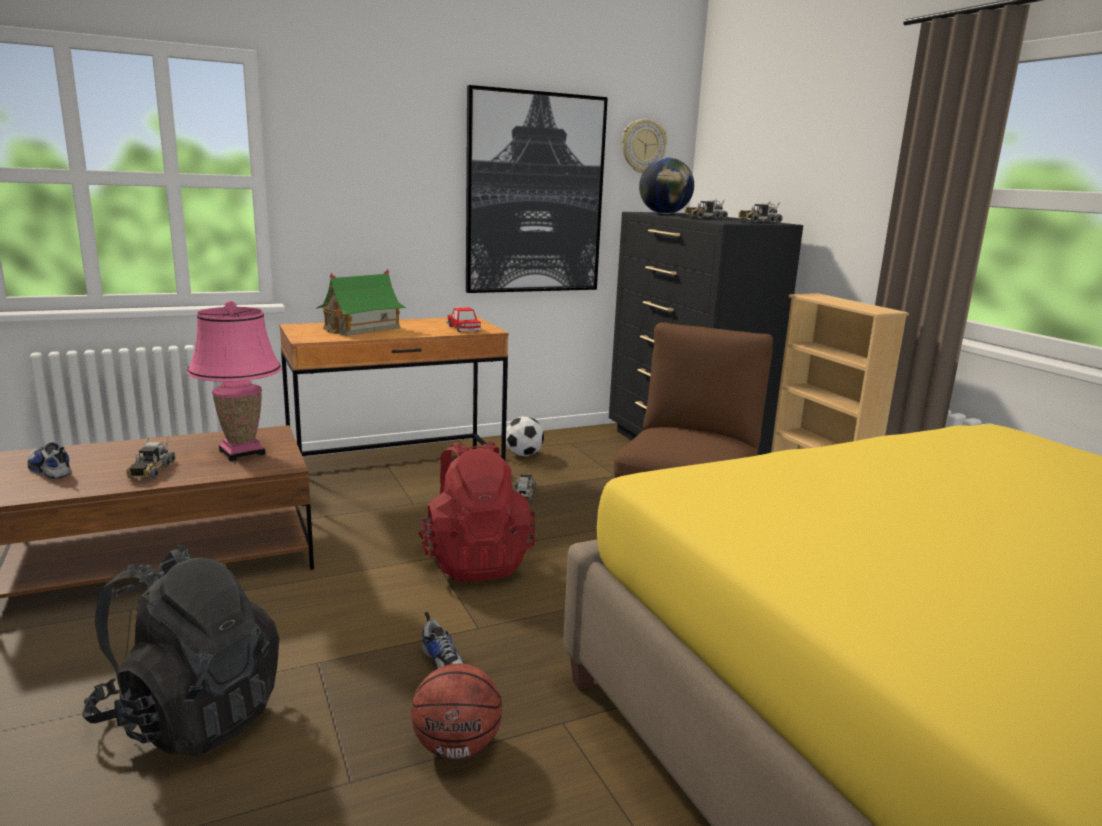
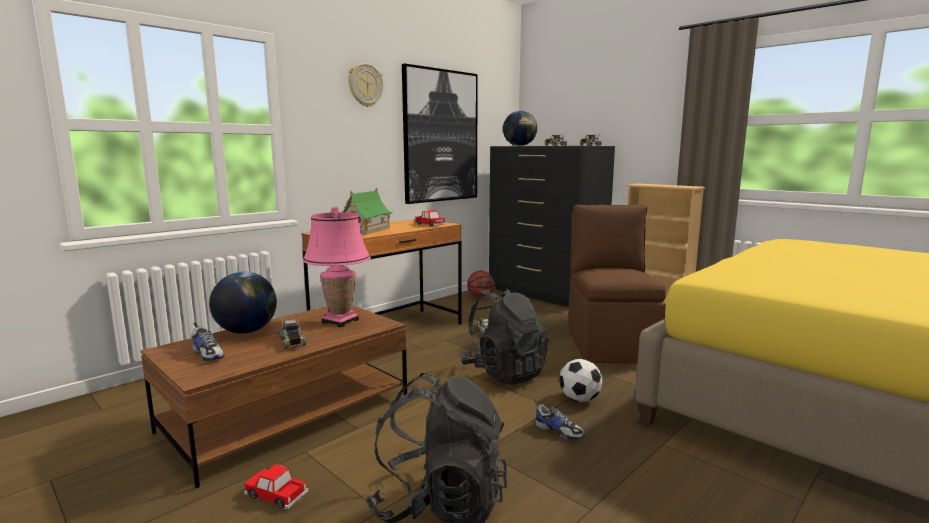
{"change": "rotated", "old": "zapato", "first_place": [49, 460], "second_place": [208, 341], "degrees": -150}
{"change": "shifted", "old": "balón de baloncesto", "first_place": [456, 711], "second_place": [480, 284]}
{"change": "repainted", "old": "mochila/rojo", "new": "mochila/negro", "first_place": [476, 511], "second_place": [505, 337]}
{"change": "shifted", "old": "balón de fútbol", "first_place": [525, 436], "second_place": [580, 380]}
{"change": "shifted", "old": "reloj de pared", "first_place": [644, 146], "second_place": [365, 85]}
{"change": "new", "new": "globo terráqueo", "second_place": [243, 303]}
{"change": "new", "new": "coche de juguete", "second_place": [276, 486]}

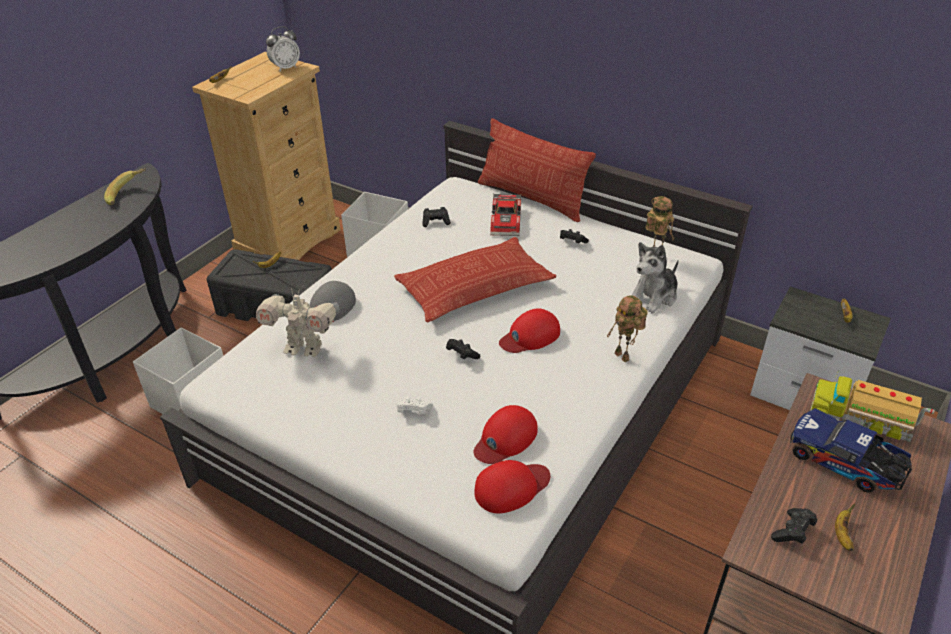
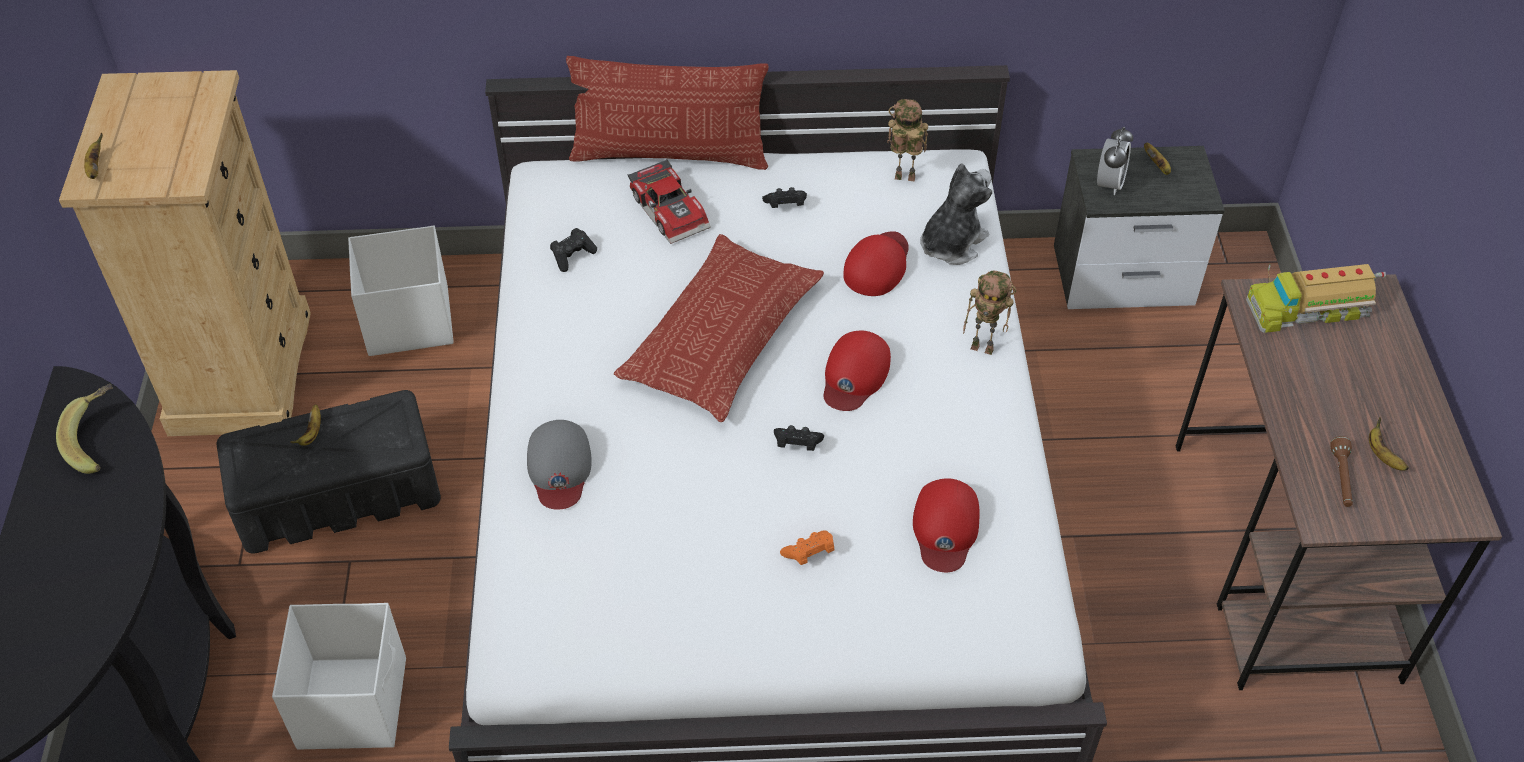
{"change": "gone", "old": "robot de juguete", "first_place": [298, 323]}
{"change": "shifted", "old": "despertador", "first_place": [283, 49], "second_place": [1115, 161]}
{"change": "repainted", "old": "mando de consola/blanco", "new": "mando de consola/naranja", "first_place": [414, 405], "second_place": [807, 548]}
{"change": "shifted", "old": "gorra/rojo", "first_place": [512, 486], "second_place": [876, 263]}
{"change": "rotated", "old": "peluche", "first_place": [655, 277], "second_place": [956, 214], "degrees": -150}
{"change": "swapped", "old": "mando de consola/negro", "new": "linterna/marrón", "first_place": [794, 526], "second_place": [1341, 471]}
{"change": "gone", "old": "camión de juguete", "first_place": [851, 450]}

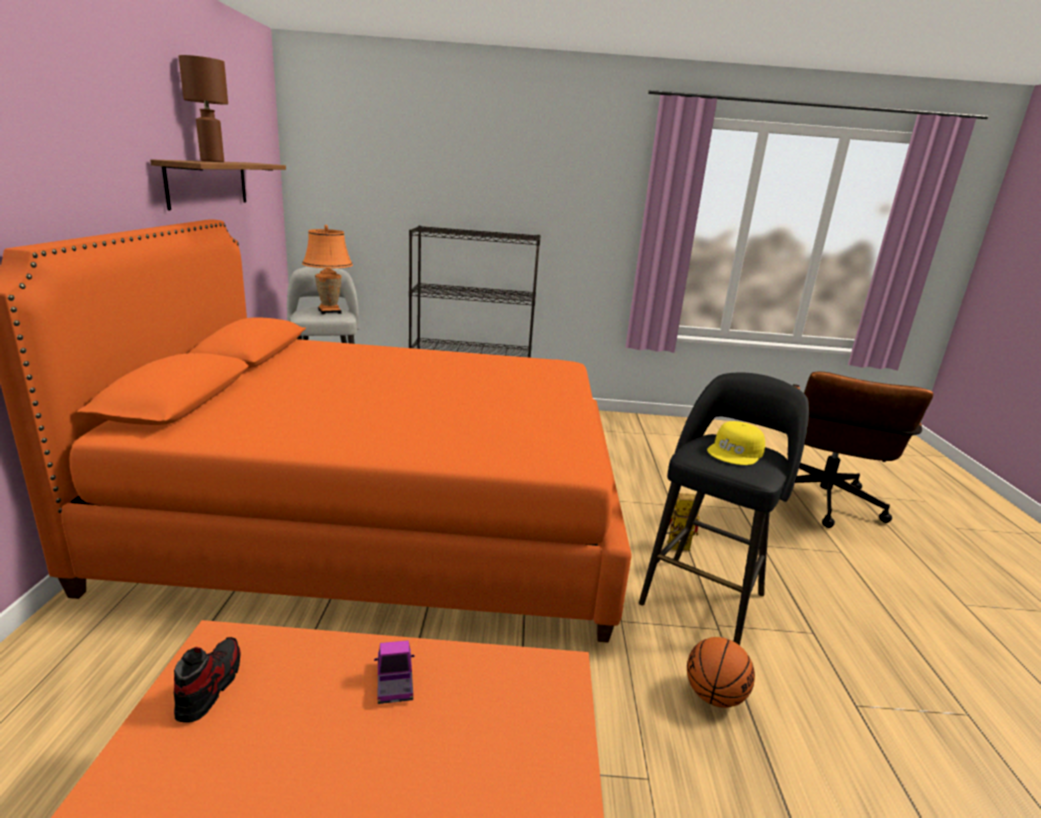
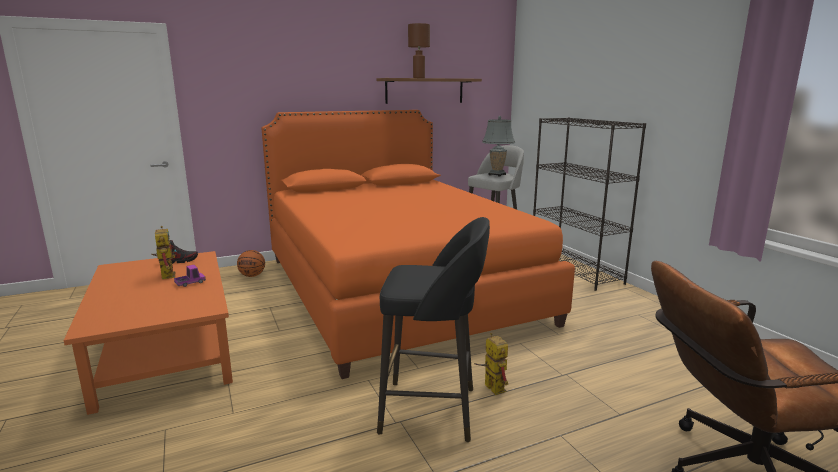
{"change": "repainted", "old": "lámpara de mesa/naranja", "new": "lámpara de mesa/gris", "first_place": [327, 269], "second_place": [498, 146]}
{"change": "shifted", "old": "balón de baloncesto", "first_place": [721, 672], "second_place": [251, 263]}
{"change": "gone", "old": "gorra/amarillo", "first_place": [736, 443]}
{"change": "new", "new": "robot de juguete", "second_place": [163, 252]}

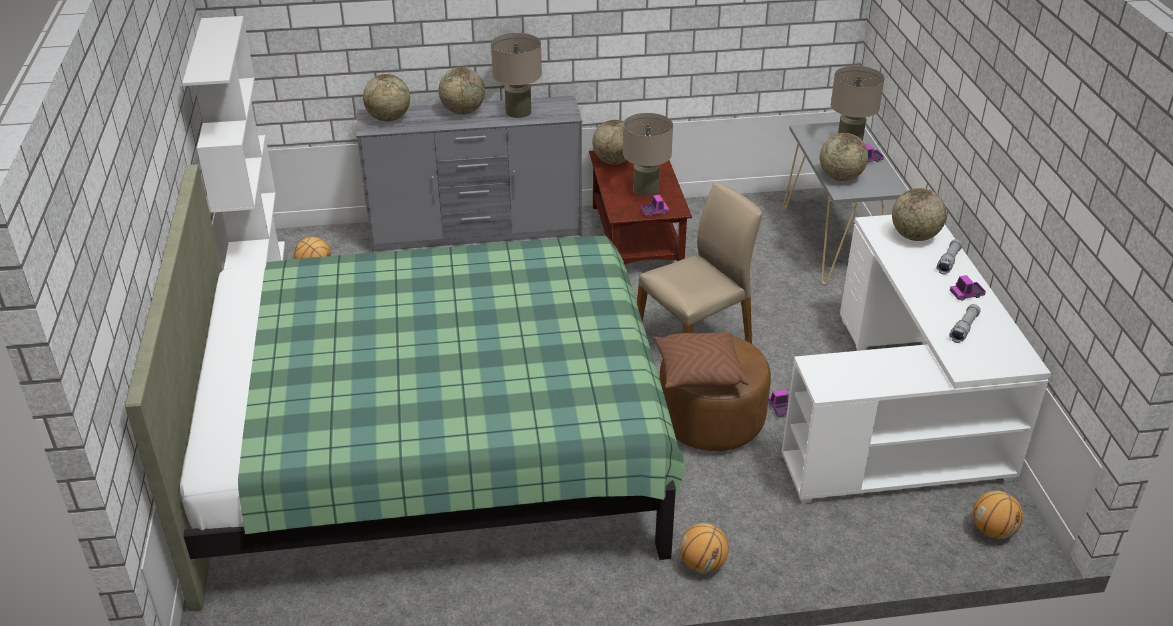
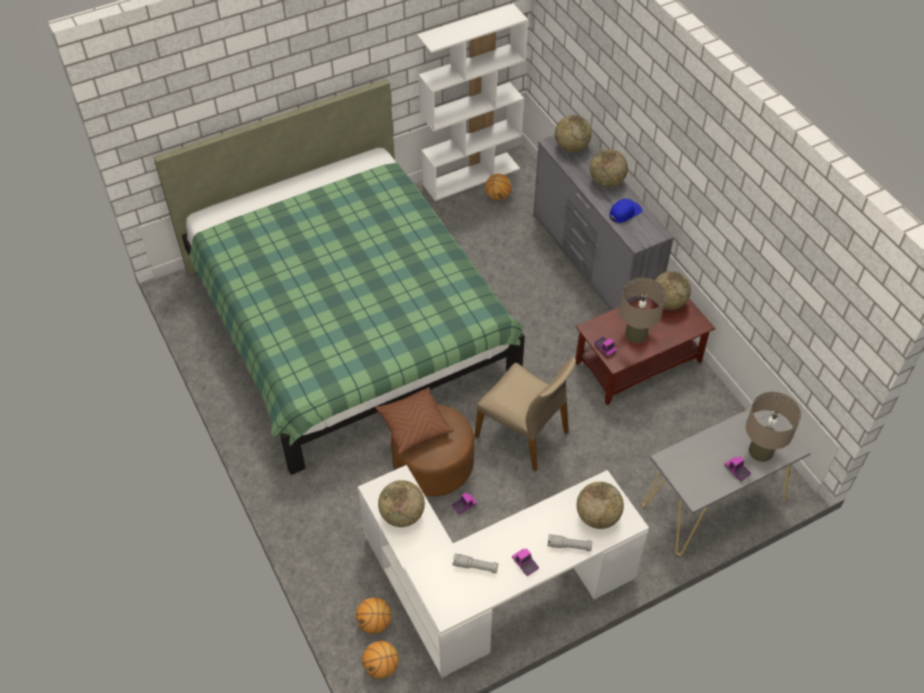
{"change": "swapped", "old": "lámpara de mesa/beis", "new": "gorra/azul", "first_place": [516, 75], "second_place": [626, 211]}
{"change": "shifted", "old": "balón de baloncesto", "first_place": [704, 548], "second_place": [373, 615]}
{"change": "shifted", "old": "globo terráqueo", "first_place": [844, 157], "second_place": [401, 503]}

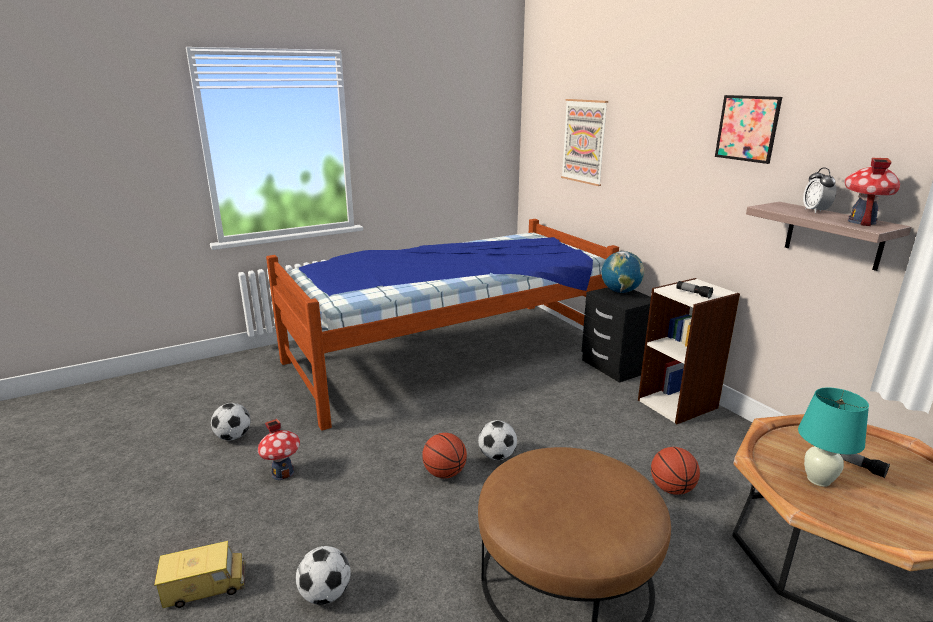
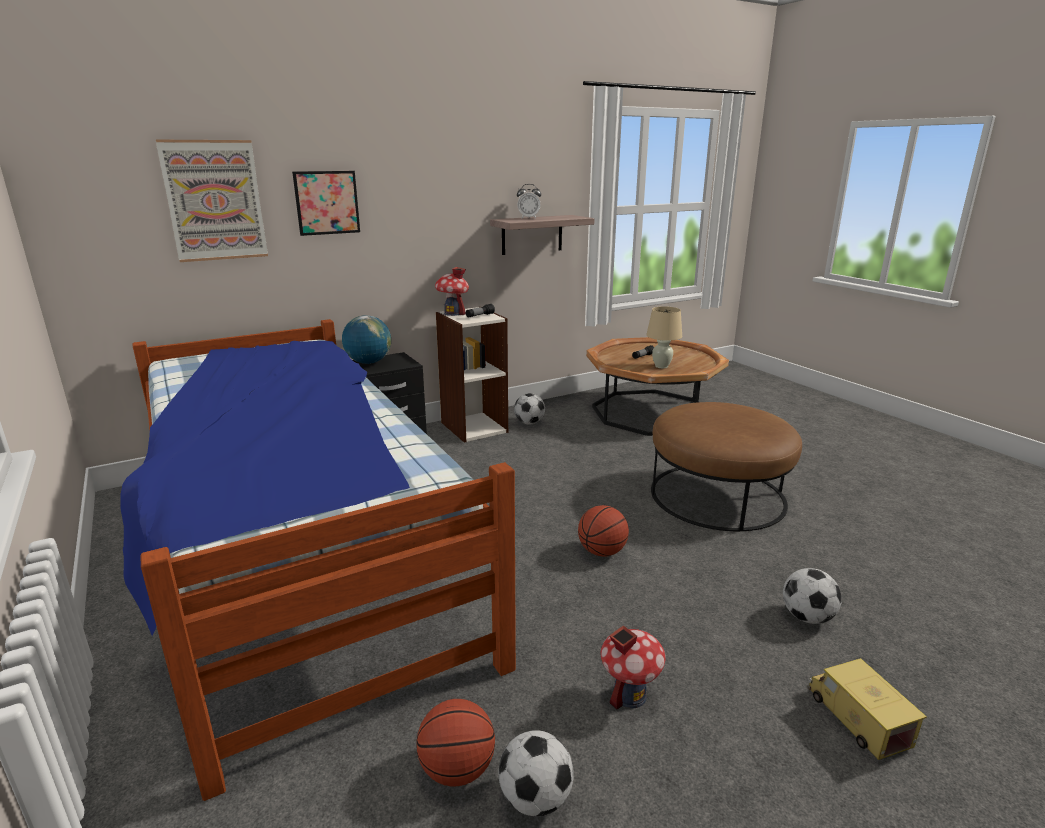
{"change": "shifted", "old": "balón de fútbol", "first_place": [497, 440], "second_place": [529, 408]}
{"change": "shifted", "old": "balón de baloncesto", "first_place": [675, 471], "second_place": [455, 742]}
{"change": "shifted", "old": "cuadro", "first_place": [748, 129], "second_place": [326, 203]}
{"change": "repainted", "old": "lámpara de mesa/turquesa", "new": "lámpara de mesa/beis", "first_place": [833, 437], "second_place": [664, 337]}
{"change": "shifted", "old": "casita", "first_place": [872, 192], "second_place": [452, 291]}

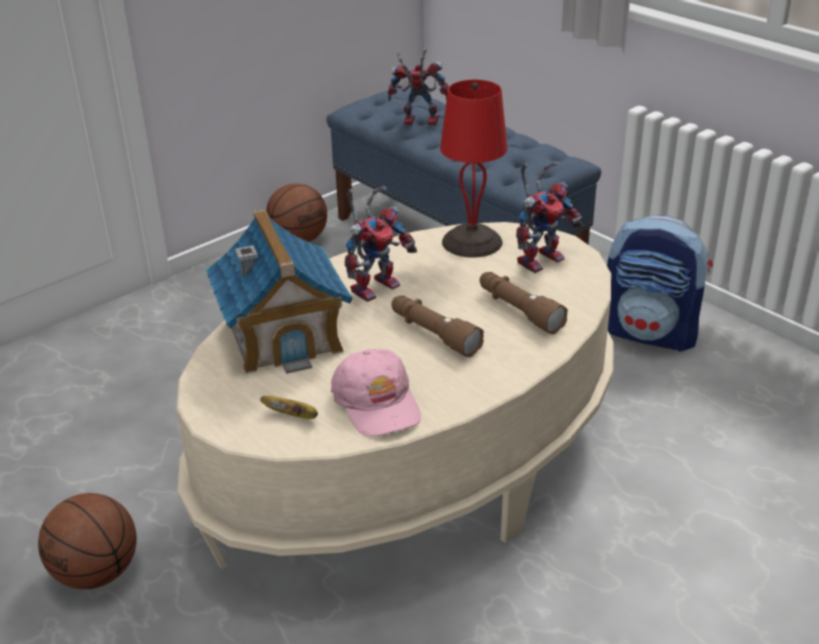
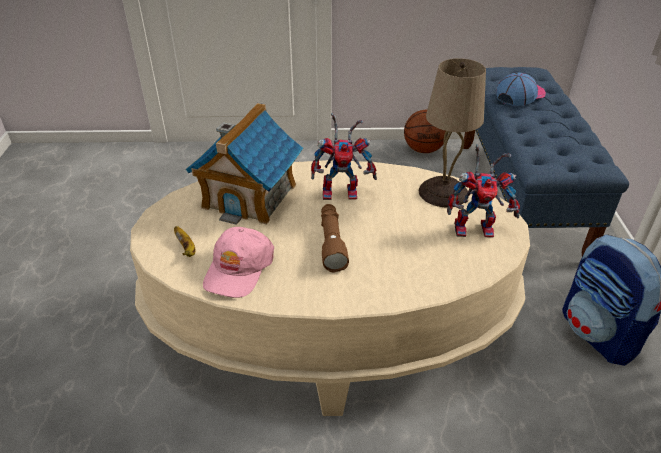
{"change": "gone", "old": "balón de baloncesto", "first_place": [87, 541]}
{"change": "swapped", "old": "robot de juguete", "new": "gorra", "first_place": [418, 87], "second_place": [521, 89]}
{"change": "repainted", "old": "lámpara de mesa/rojo", "new": "lámpara de mesa/beis", "first_place": [473, 169], "second_place": [452, 132]}
{"change": "gone", "old": "linterna/marrón", "first_place": [523, 303]}

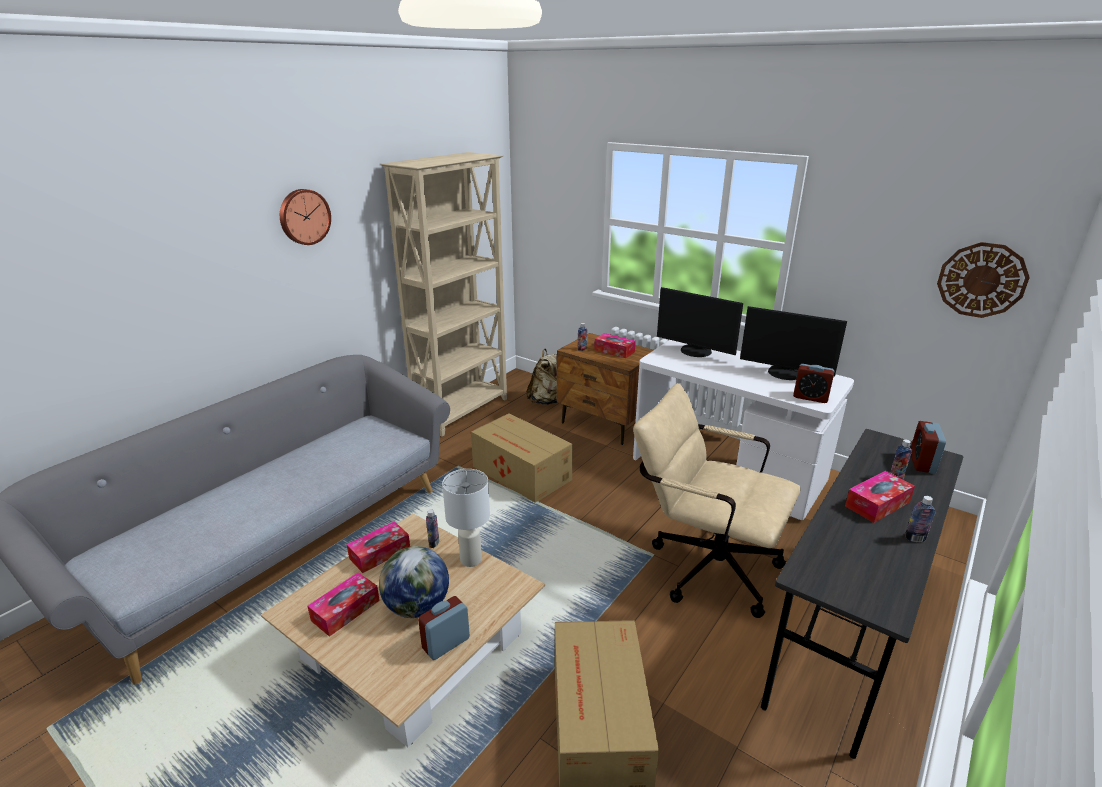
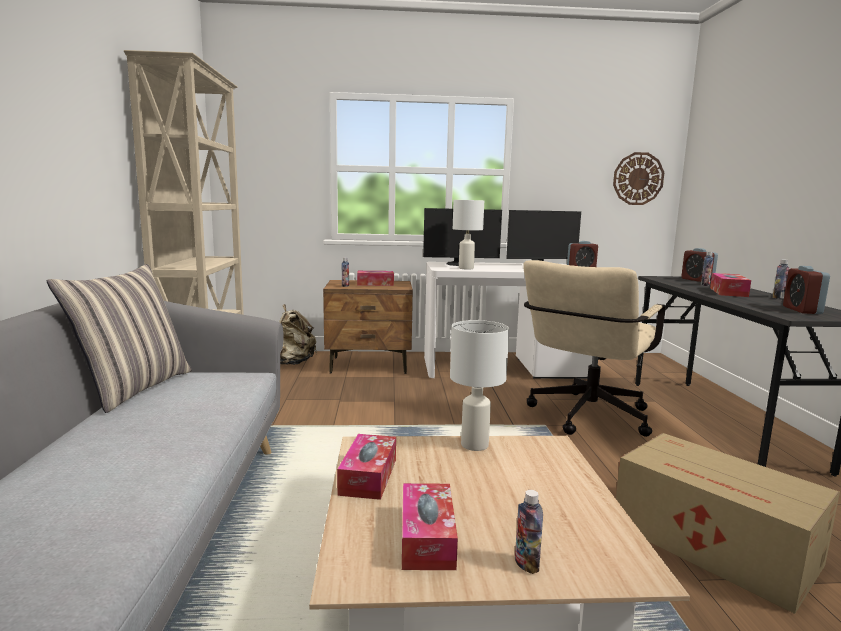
{"change": "gone", "old": "reloj de pared", "first_place": [305, 217]}
{"change": "gone", "old": "globo terráqueo", "first_place": [414, 582]}
{"change": "shifted", "old": "despertador", "first_place": [444, 628], "second_place": [806, 290]}
{"change": "shifted", "old": "botella", "first_place": [432, 528], "second_place": [529, 532]}
{"change": "gone", "old": "caja de cartón", "first_place": [522, 457]}
{"change": "rotated", "old": "silla de oficina/beis", "first_place": [717, 500], "second_place": [594, 348], "degrees": -45}
{"change": "new", "new": "cojín", "second_place": [119, 338]}
{"change": "new", "new": "lámpara de mesa/blanco", "second_place": [468, 235]}

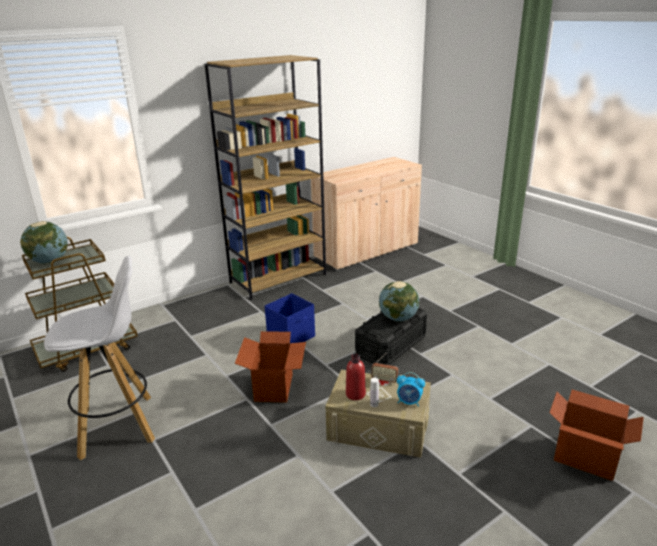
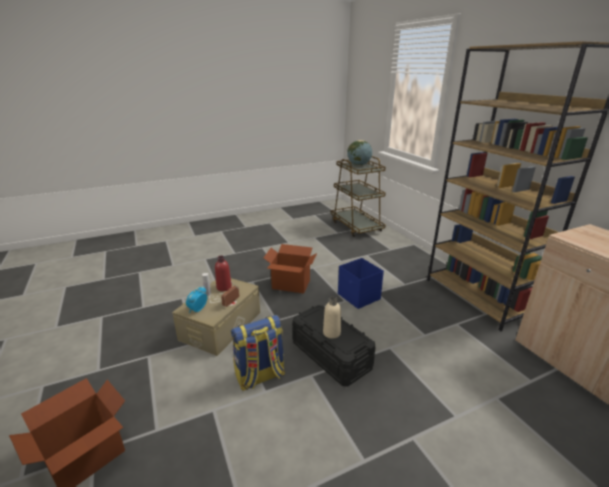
{"change": "gone", "old": "taburete/blanco", "first_place": [99, 358]}
{"change": "swapped", "old": "globo terráqueo", "new": "botella/beis", "first_place": [399, 301], "second_place": [332, 318]}
{"change": "new", "new": "mochila", "second_place": [258, 353]}

